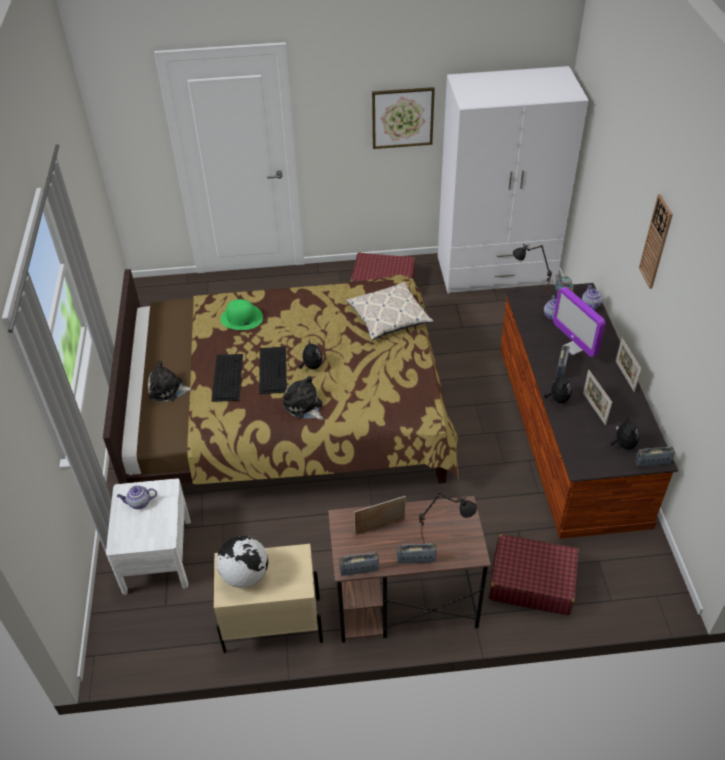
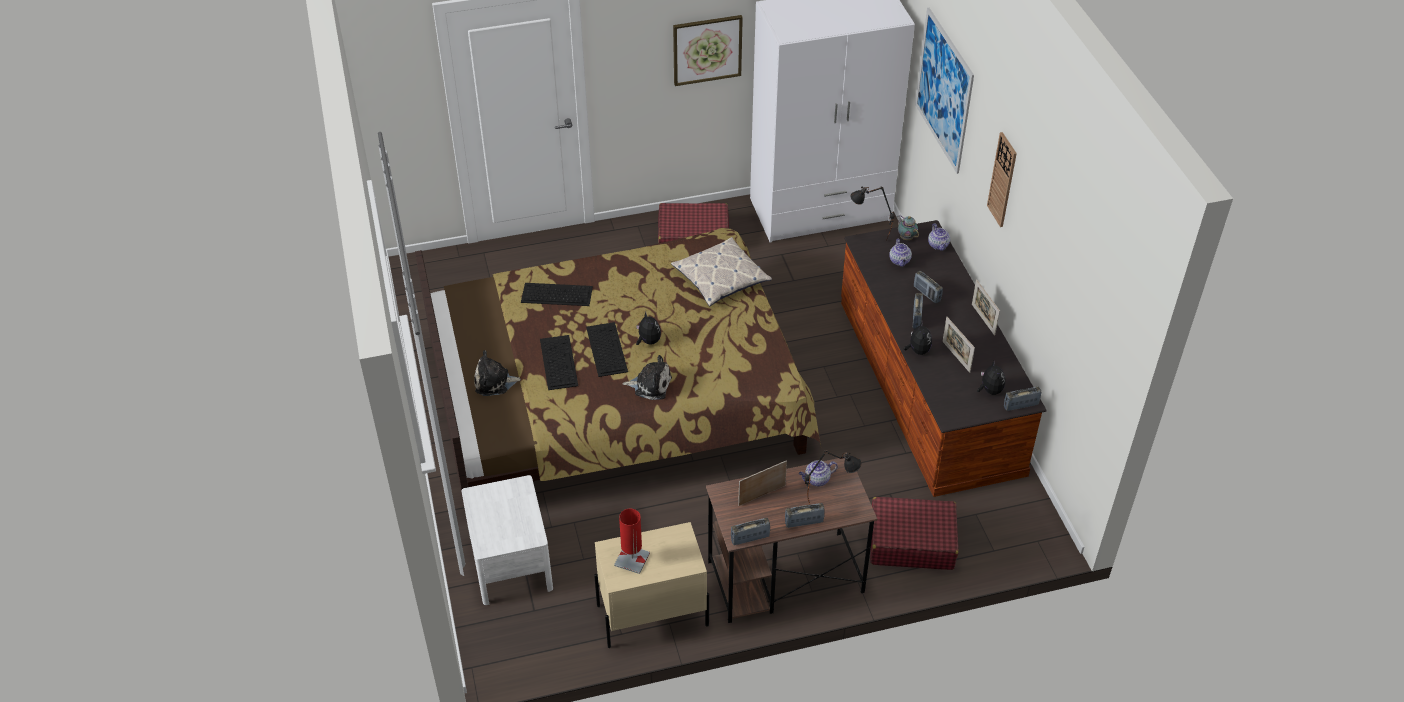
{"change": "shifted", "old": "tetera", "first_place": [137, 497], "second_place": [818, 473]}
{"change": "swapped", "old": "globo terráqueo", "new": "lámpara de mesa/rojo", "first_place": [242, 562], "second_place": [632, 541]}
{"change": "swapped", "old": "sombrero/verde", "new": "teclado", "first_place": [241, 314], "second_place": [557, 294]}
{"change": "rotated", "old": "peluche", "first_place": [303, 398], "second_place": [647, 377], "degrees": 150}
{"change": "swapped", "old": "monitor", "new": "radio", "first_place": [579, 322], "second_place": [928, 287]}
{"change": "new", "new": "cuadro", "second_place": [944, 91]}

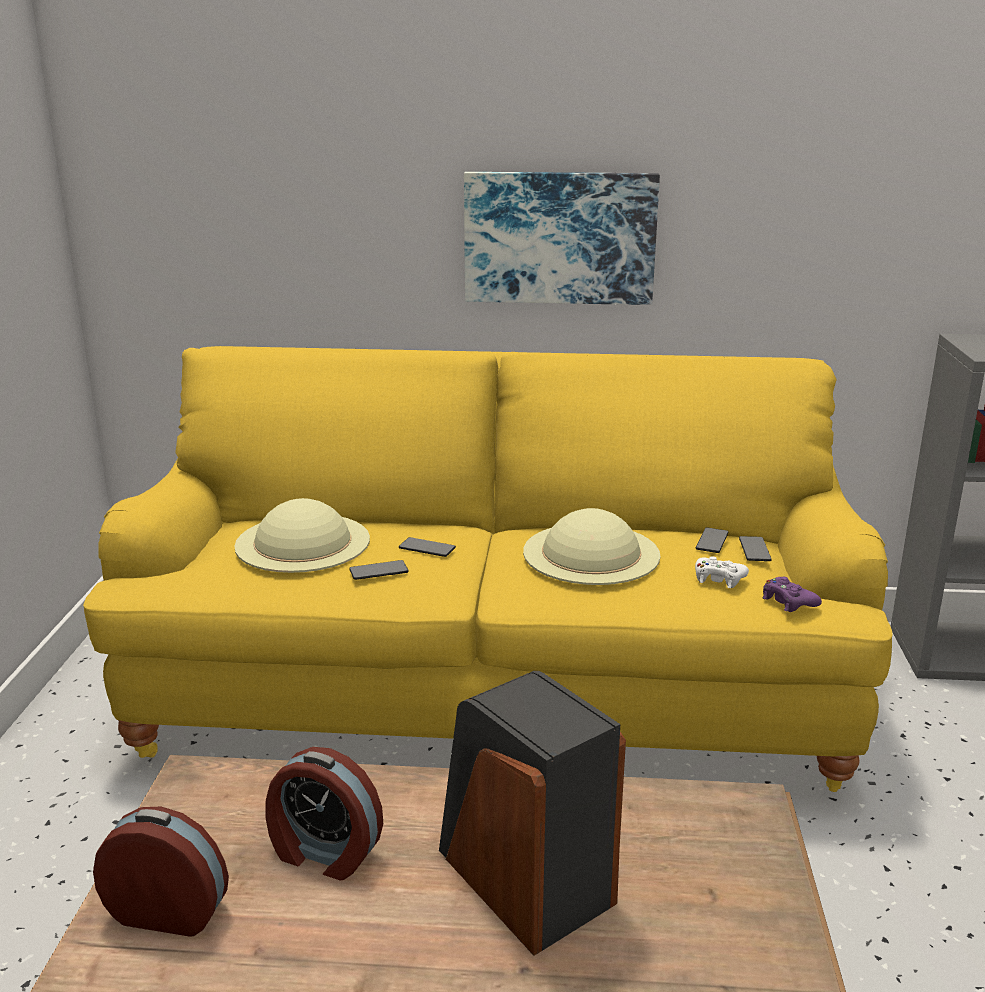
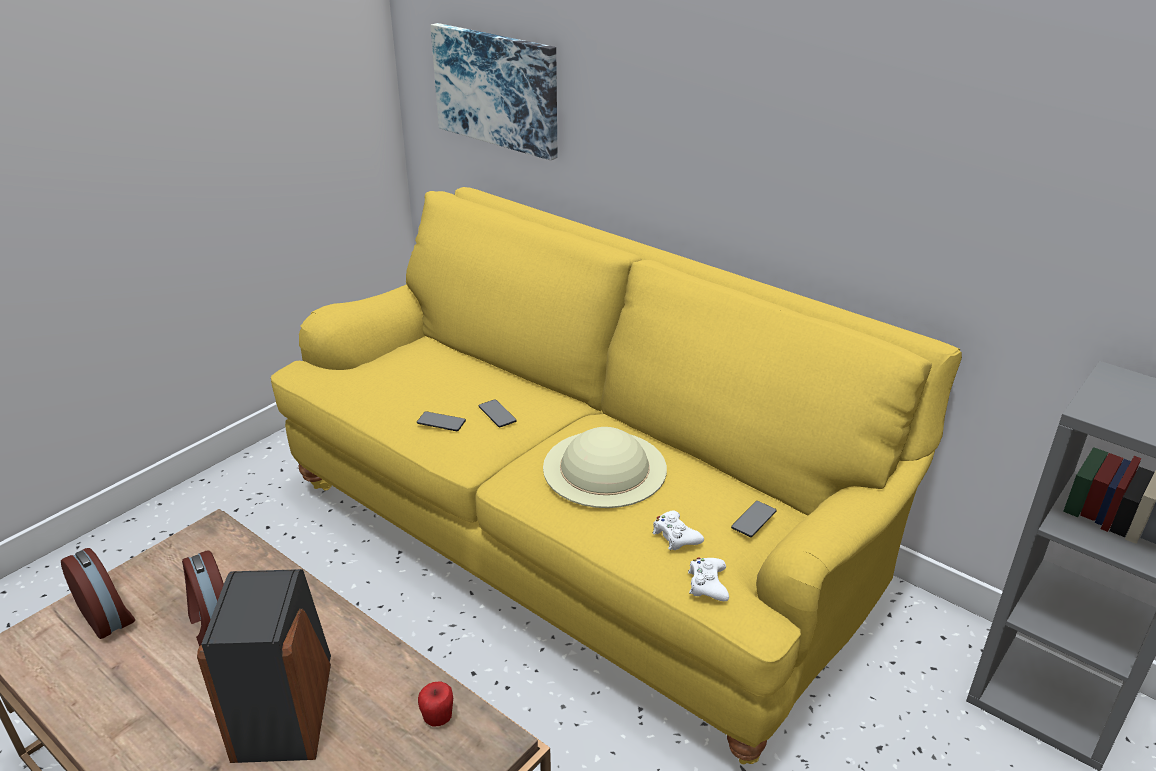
{"change": "gone", "old": "sombrero/beis", "first_place": [302, 535]}
{"change": "shifted", "old": "cuadro", "first_place": [562, 238], "second_place": [494, 91]}
{"change": "gone", "old": "móvil", "first_place": [712, 540]}
{"change": "repainted", "old": "mando de consola/morado", "new": "mando de consola/blanco", "first_place": [792, 594], "second_place": [708, 579]}
{"change": "new", "new": "manzana", "second_place": [435, 704]}

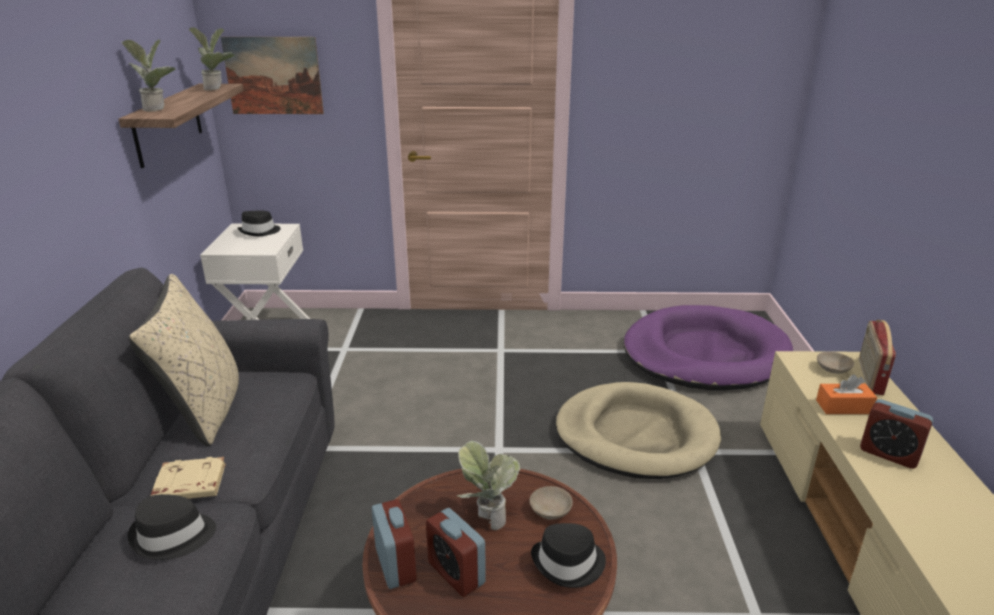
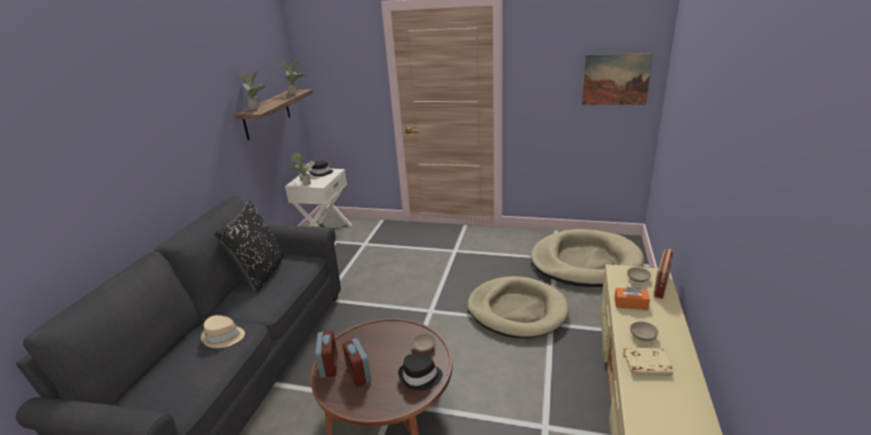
{"change": "repainted", "old": "sombrero/negro", "new": "sombrero/beis", "first_place": [172, 527], "second_place": [223, 331]}
{"change": "repainted", "old": "cojín/beis", "new": "cojín/negro", "first_place": [184, 360], "second_place": [249, 246]}
{"change": "shifted", "old": "libro/beis", "first_place": [188, 478], "second_place": [648, 361]}
{"change": "shifted", "old": "cuadro", "first_place": [272, 75], "second_place": [617, 79]}
{"change": "shifted", "old": "planta en maceta", "first_place": [488, 485], "second_place": [302, 169]}
{"change": "repainted", "old": "cama para perro/morado", "new": "cama para perro/beis", "first_place": [708, 347], "second_place": [587, 258]}
{"change": "swapped", "old": "despertador", "new": "cuenco/beis", "first_place": [897, 434], "second_place": [644, 331]}

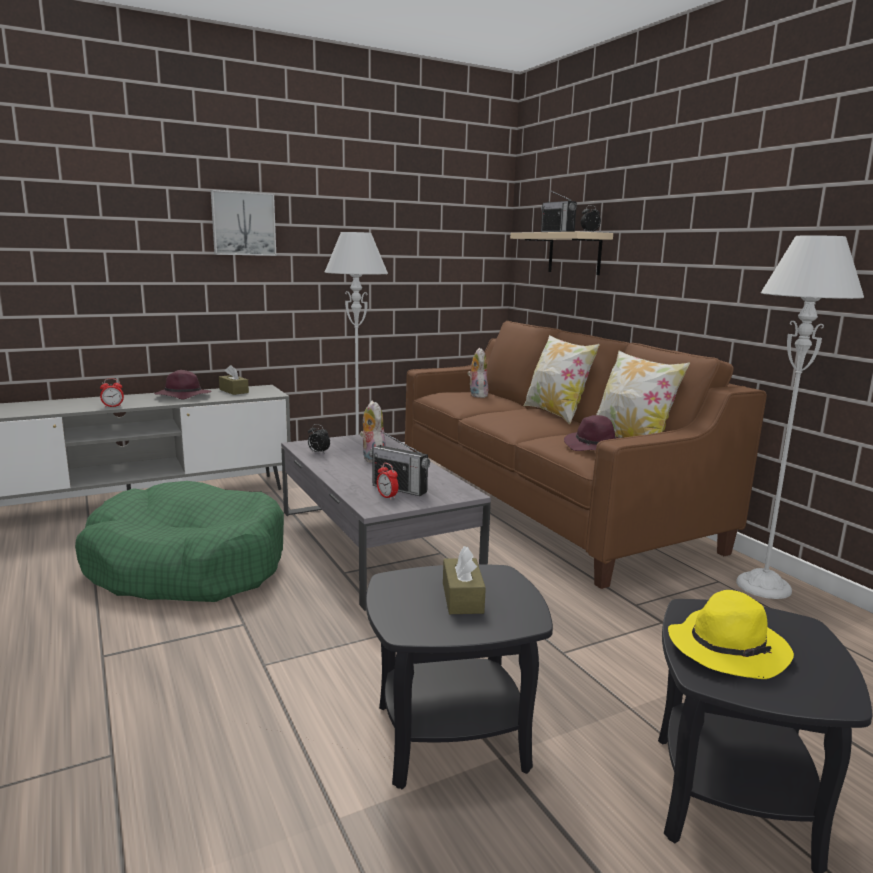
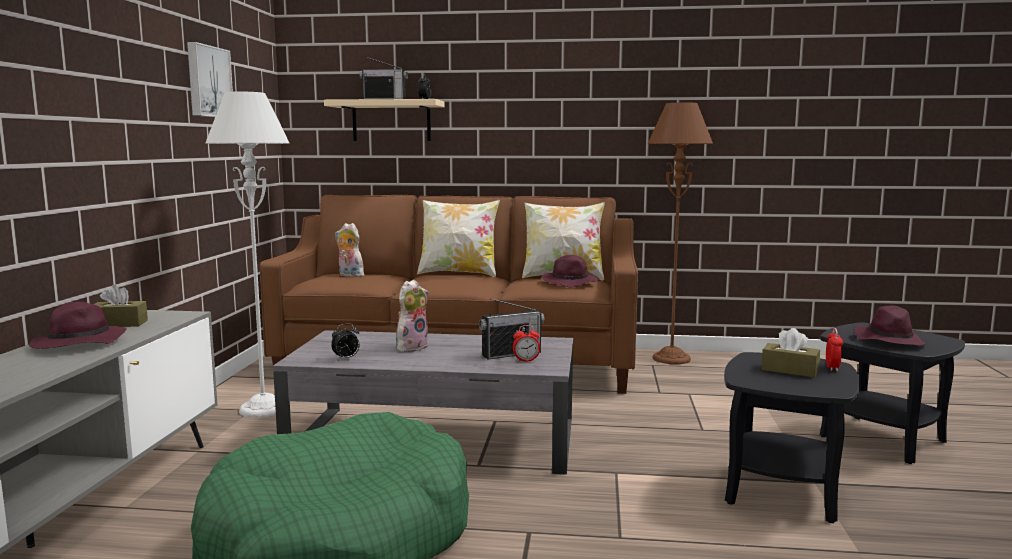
{"change": "shifted", "old": "despertador", "first_place": [112, 393], "second_place": [834, 349]}
{"change": "shifted", "old": "cuadro", "first_place": [243, 223], "second_place": [210, 79]}
{"change": "rotated", "old": "peluche", "first_place": [373, 432], "second_place": [412, 316], "degrees": 120}
{"change": "repainted", "old": "sombrero/amarillo", "new": "sombrero/morado", "first_place": [731, 634], "second_place": [890, 325]}
{"change": "repainted", "old": "lámpara de pie/gris", "new": "lámpara de pie/marrón", "first_place": [800, 417], "second_place": [680, 233]}

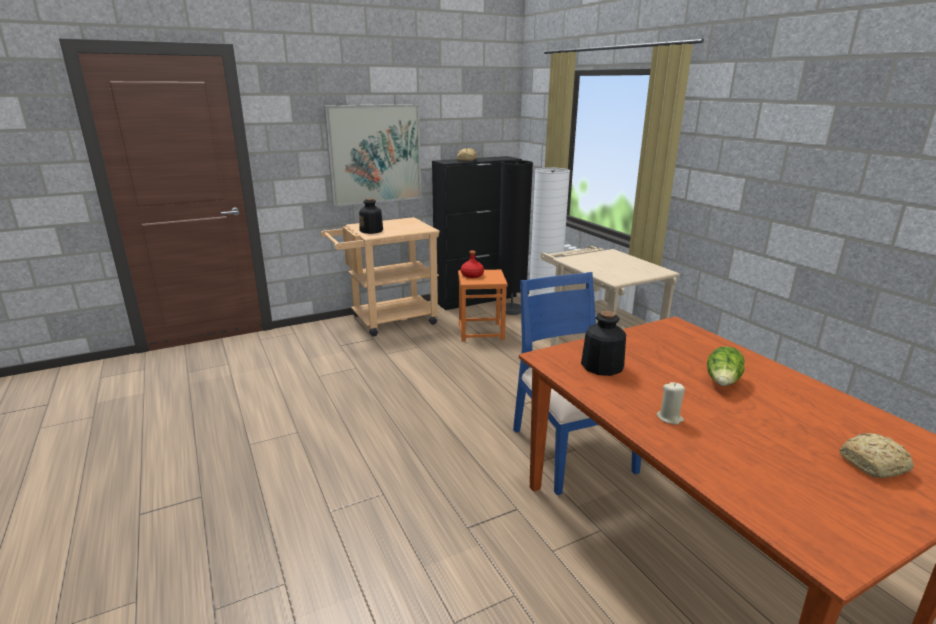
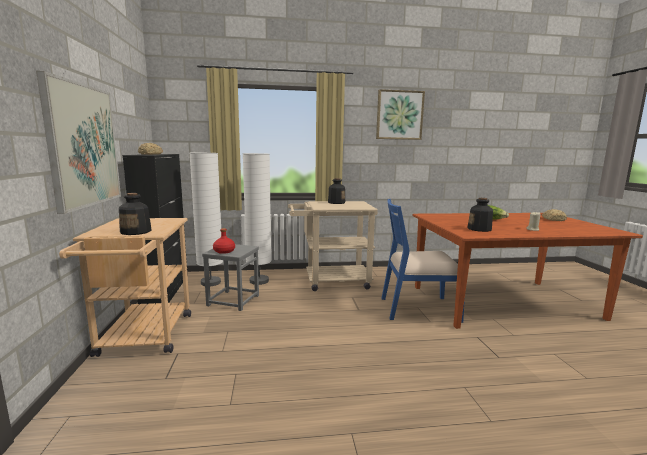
{"change": "repainted", "old": "taburete/naranja", "new": "taburete/gris", "first_place": [483, 305], "second_place": [230, 277]}
{"change": "repainted", "old": "lámpara de pie/negro", "new": "lámpara de pie/blanco", "first_place": [516, 237], "second_place": [206, 219]}
{"change": "new", "new": "botella", "second_place": [336, 191]}
{"change": "new", "new": "cuadro", "second_place": [400, 114]}

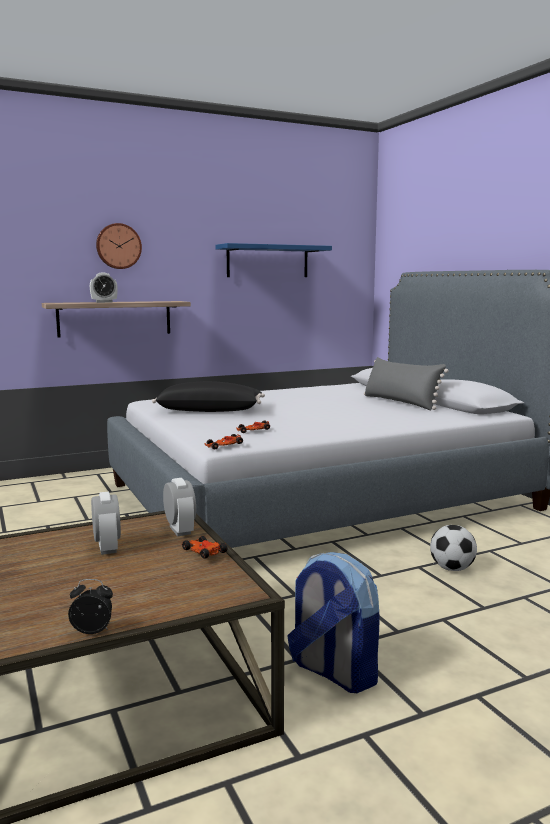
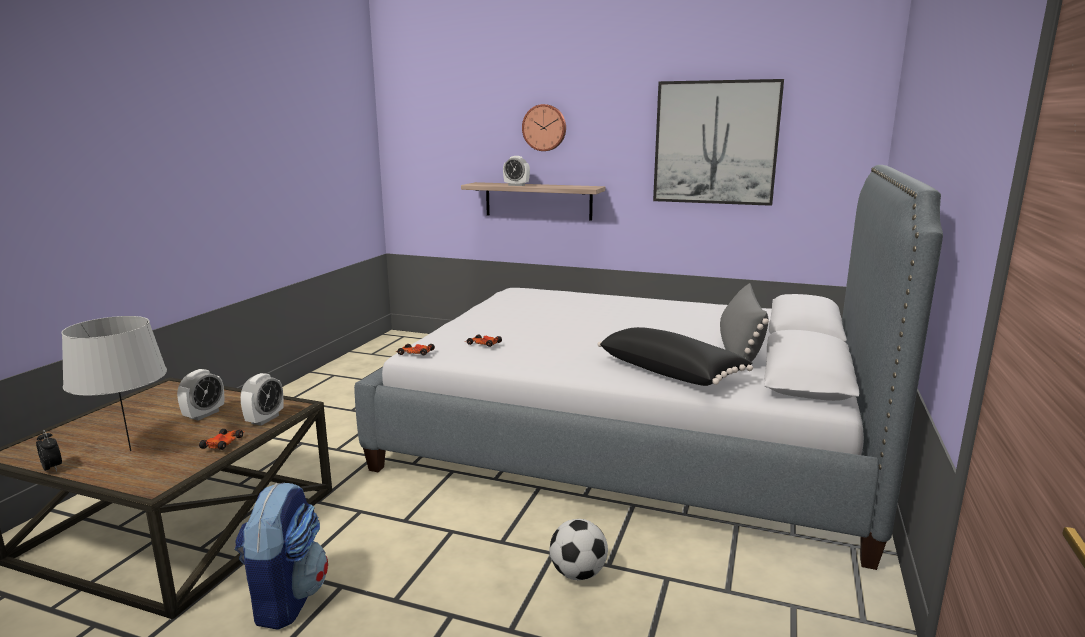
{"change": "shifted", "old": "cojín/negro", "first_place": [208, 396], "second_place": [675, 356]}
{"change": "swapped", "old": "estante/azul", "new": "cuadro", "first_place": [273, 260], "second_place": [718, 142]}
{"change": "new", "new": "lámpara de mesa/gris", "second_place": [114, 383]}

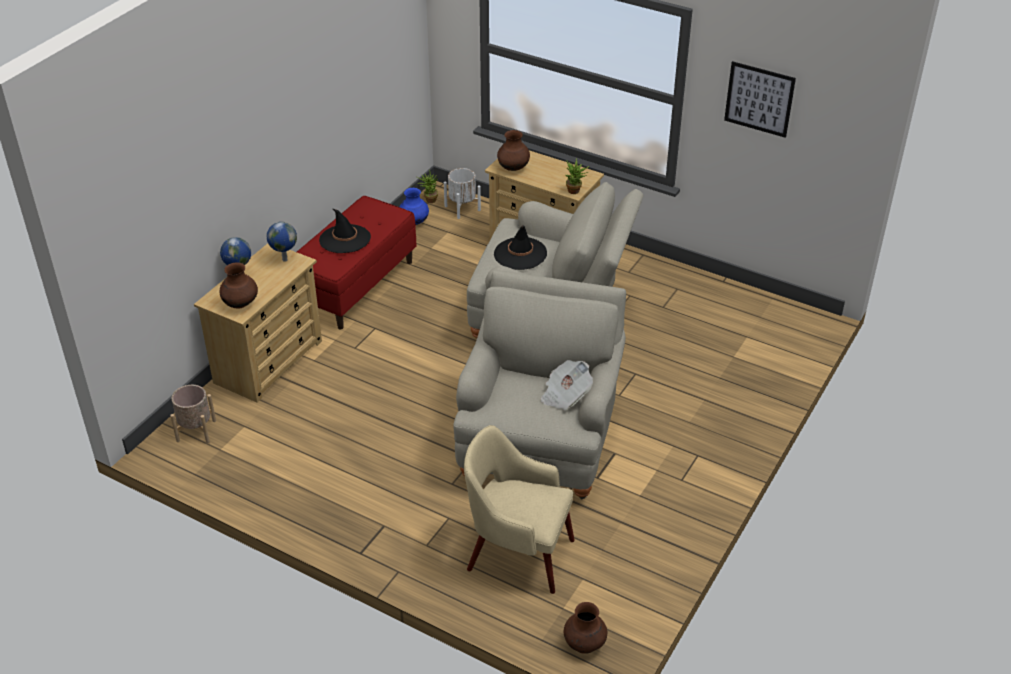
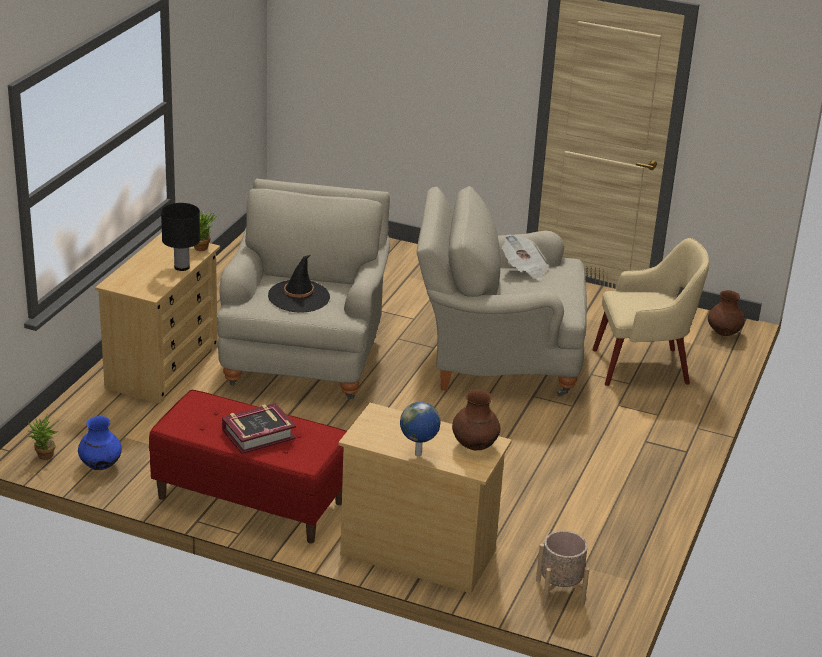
{"change": "gone", "old": "globo terráqueo", "first_place": [282, 242]}
{"change": "swapped", "old": "sombrero/negro", "new": "libro", "first_place": [345, 231], "second_place": [259, 428]}
{"change": "gone", "old": "maceta/blanco", "first_place": [462, 193]}
{"change": "rotated", "old": "sillón/beis", "first_place": [519, 509], "second_place": [650, 312], "degrees": -105}
{"change": "gone", "old": "florero/marrón", "first_place": [513, 150]}
{"change": "gone", "old": "cuadro", "first_place": [760, 99]}
{"change": "new", "new": "lámpara de mesa/negro", "second_place": [180, 237]}

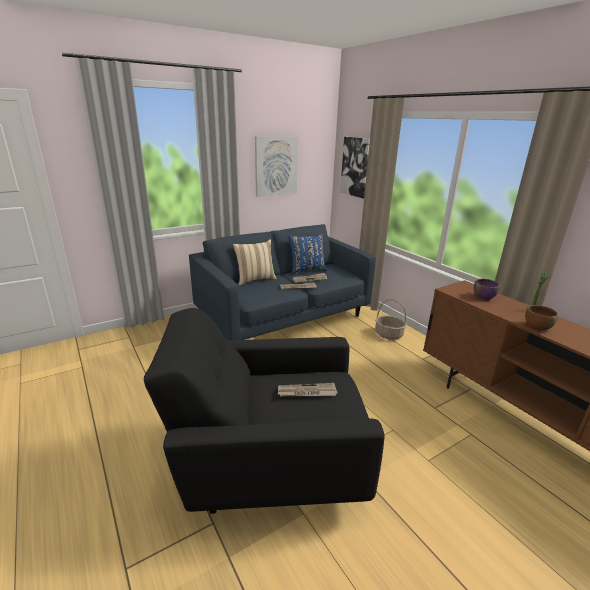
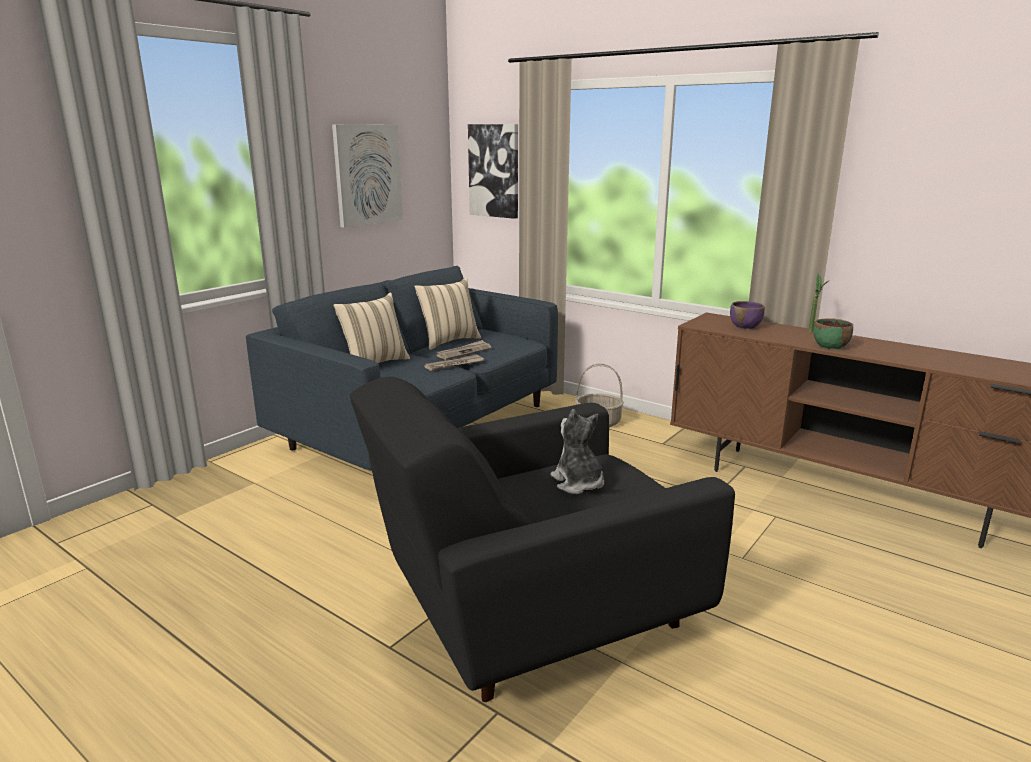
{"change": "swapped", "old": "periódico", "new": "peluche", "first_place": [308, 390], "second_place": [577, 451]}
{"change": "repainted", "old": "cojín/azul", "new": "cojín/beis", "first_place": [307, 254], "second_place": [447, 313]}
{"change": "repainted", "old": "cuenco/marrón", "new": "cuenco/verde", "first_place": [541, 317], "second_place": [833, 333]}

